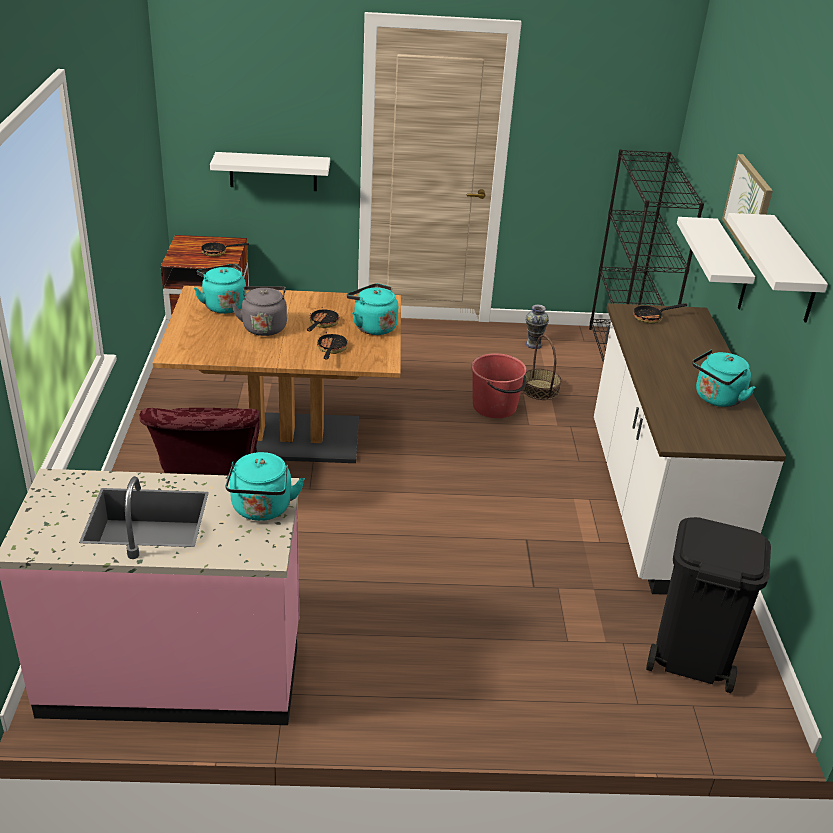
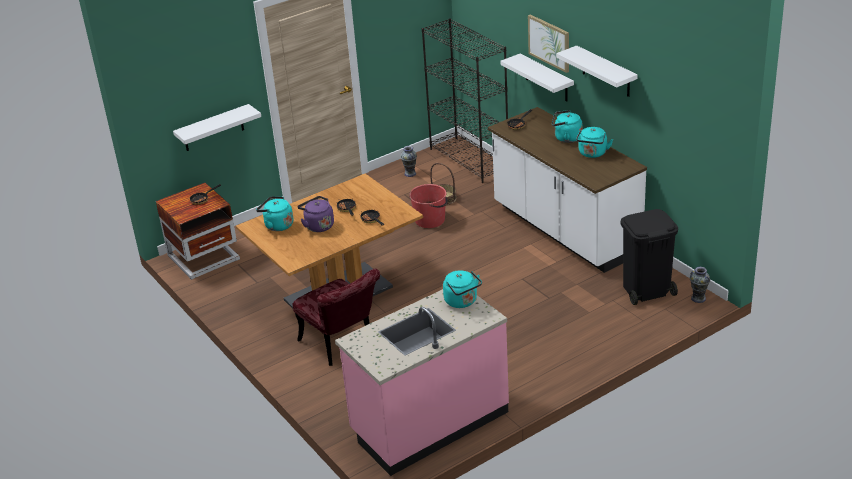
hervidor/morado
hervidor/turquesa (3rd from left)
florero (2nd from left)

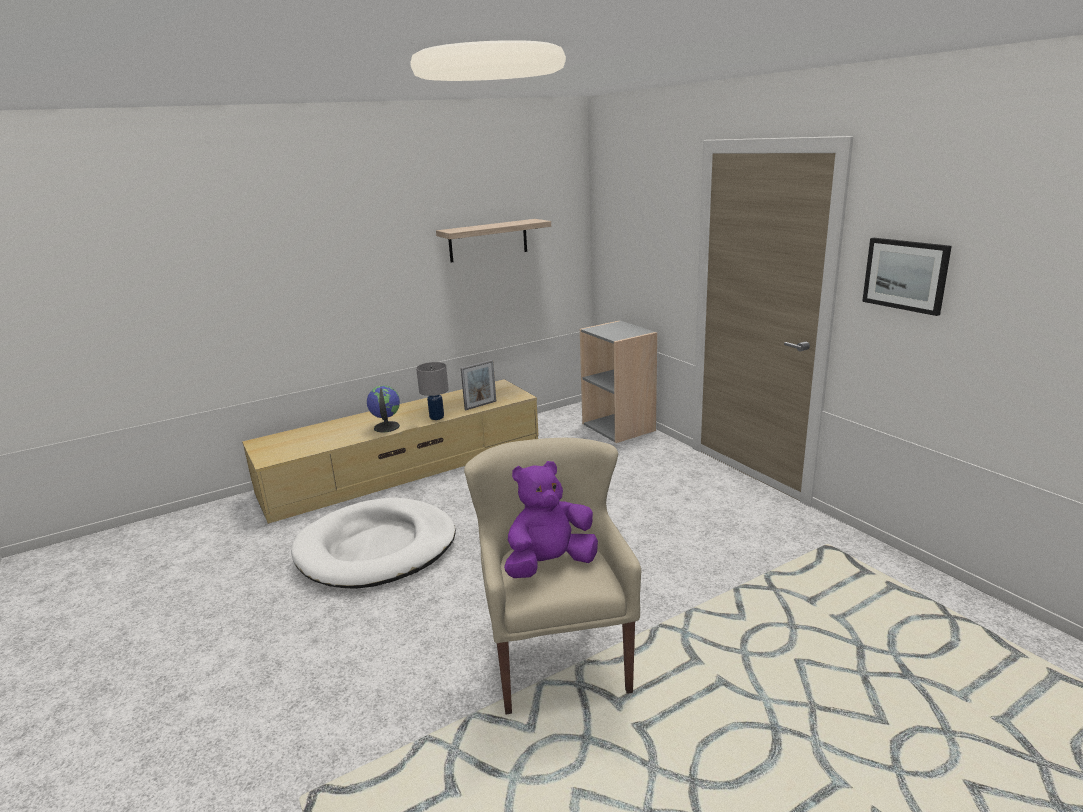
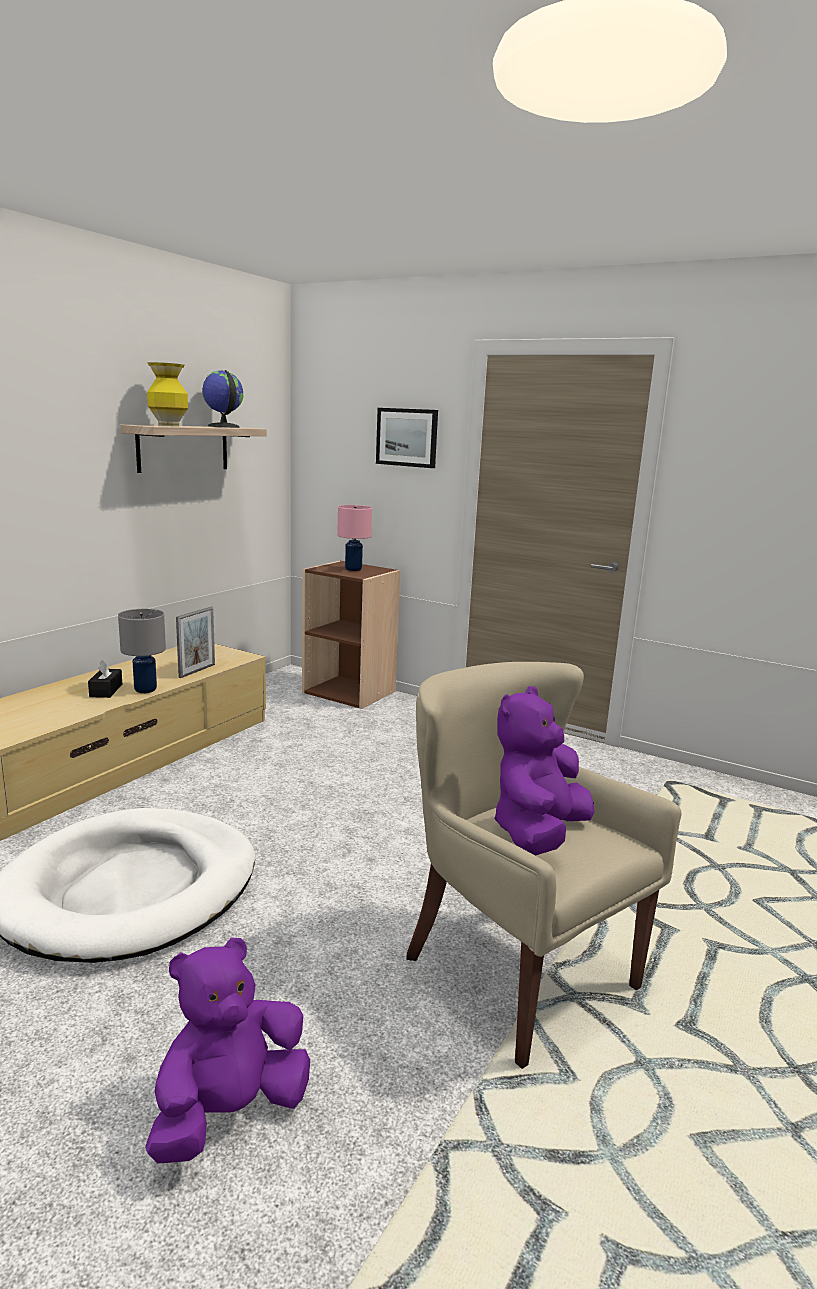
globo terráqueo
estantería/marrón
cuadro
caja de pañuelos/negro
peluche/morado (1st from left)
florero
lámpara de mesa/rosa

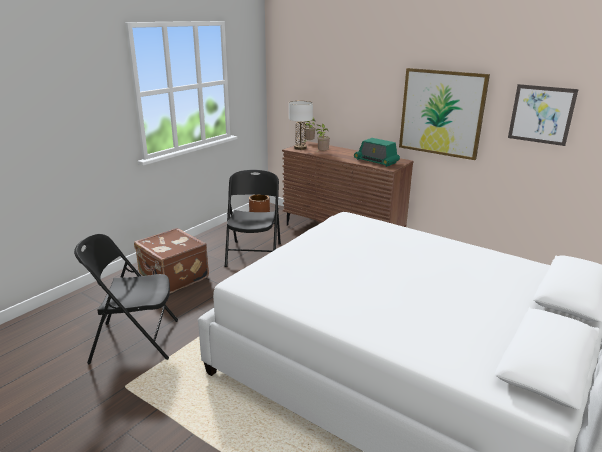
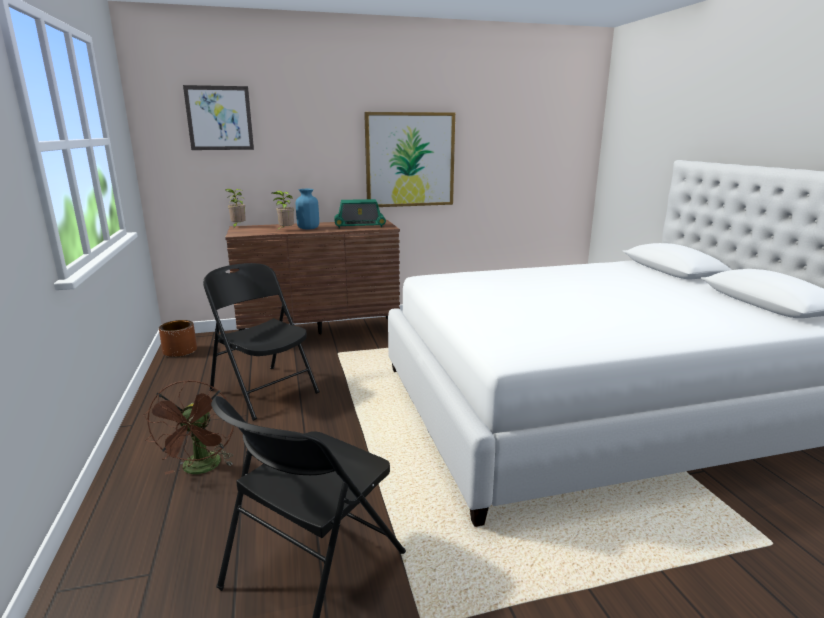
ventilador/marrón
lámpara de mesa
cuadro (1st from left)
florero/azul

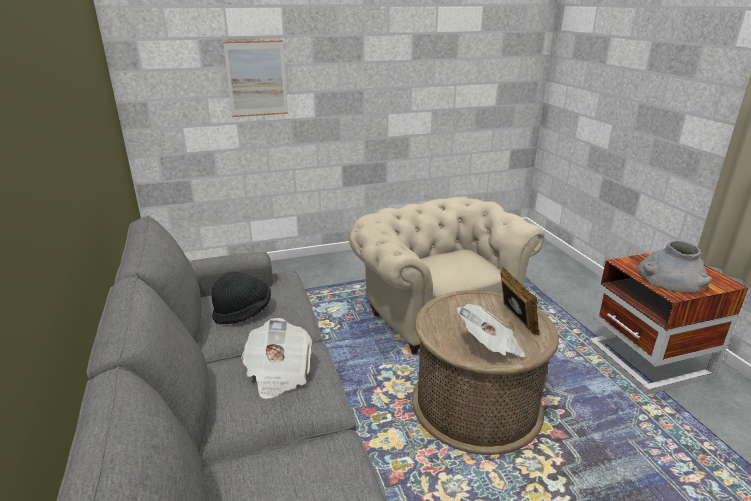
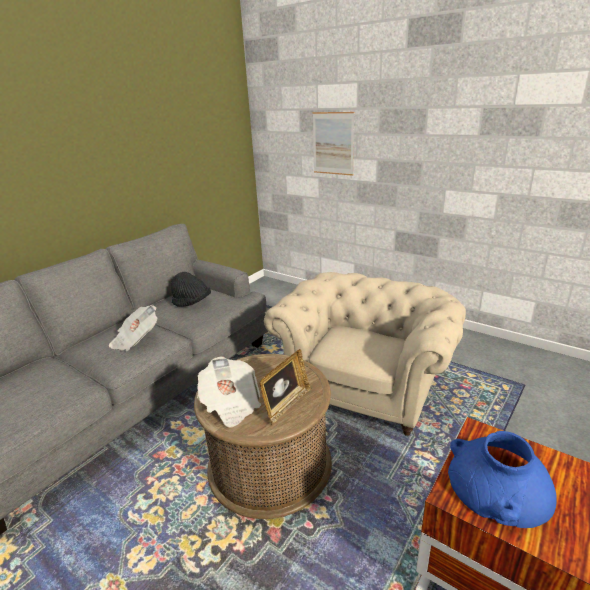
florero/azul

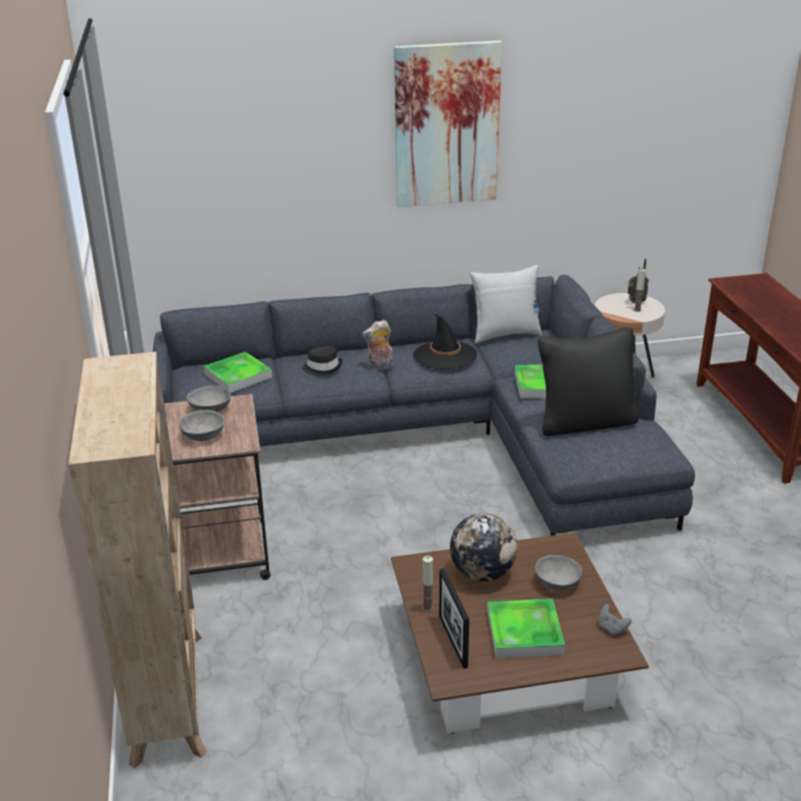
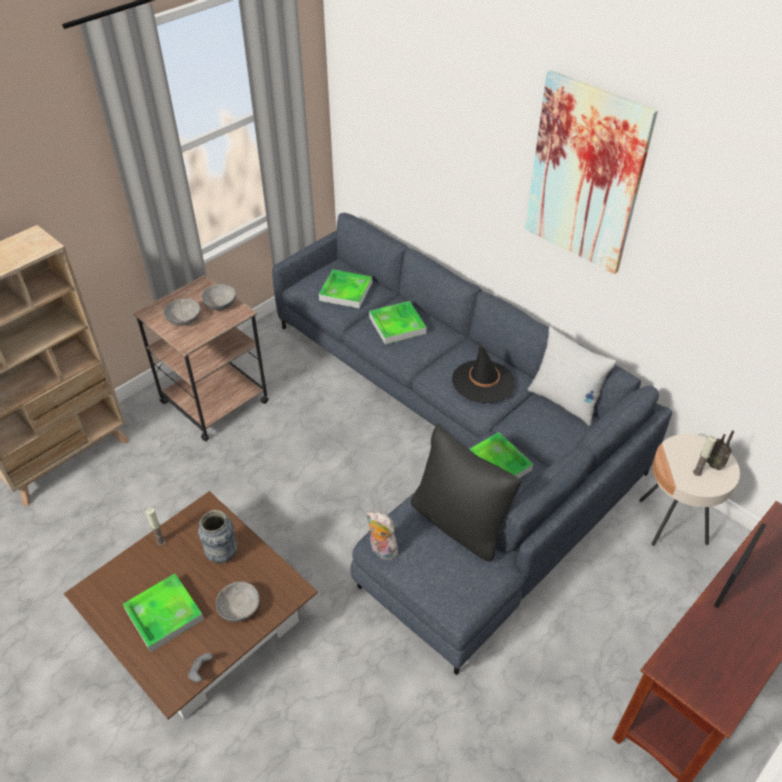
bandeja (3rd from left)
peluche
portarretratos
florero

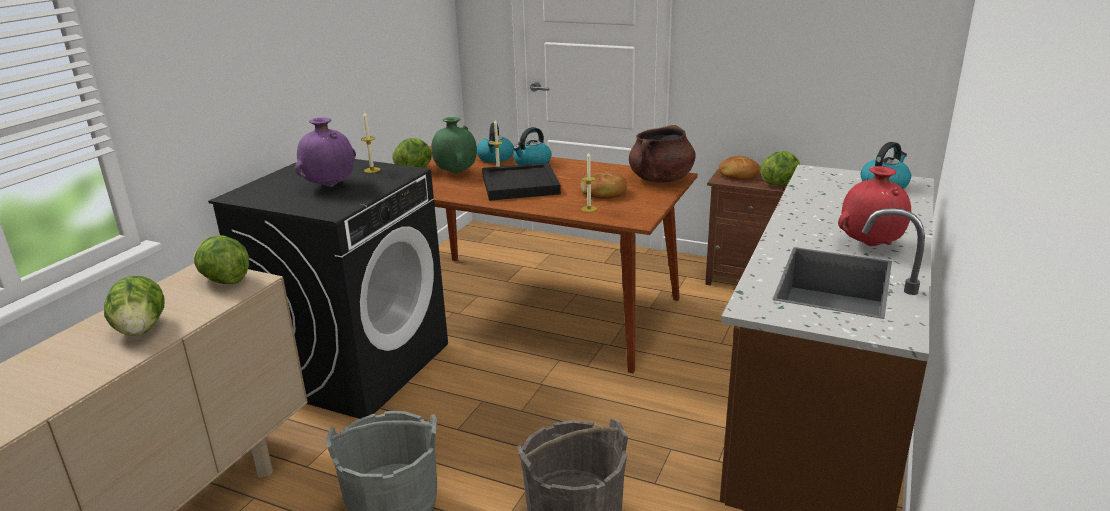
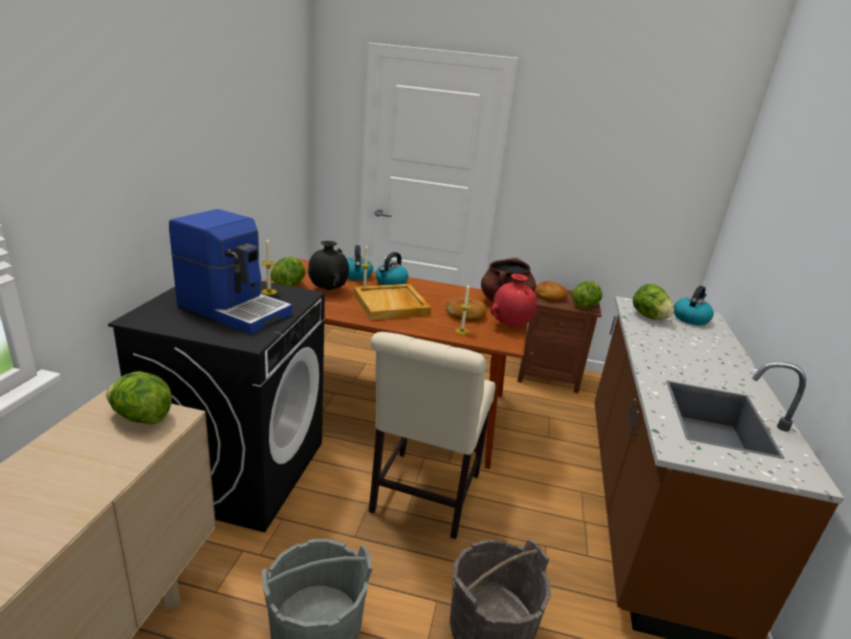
lechuga (4th from left)
cafetera
florero/negro
bandeja/beis
florero/rojo
silla/beis

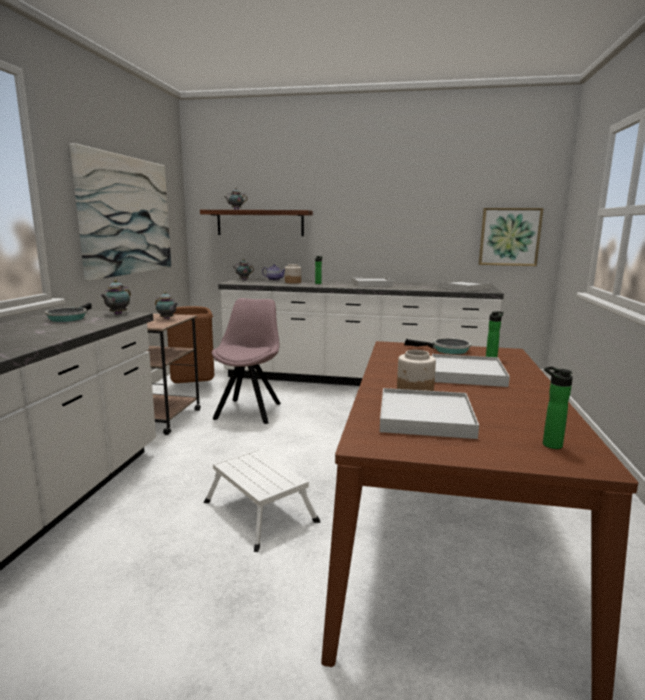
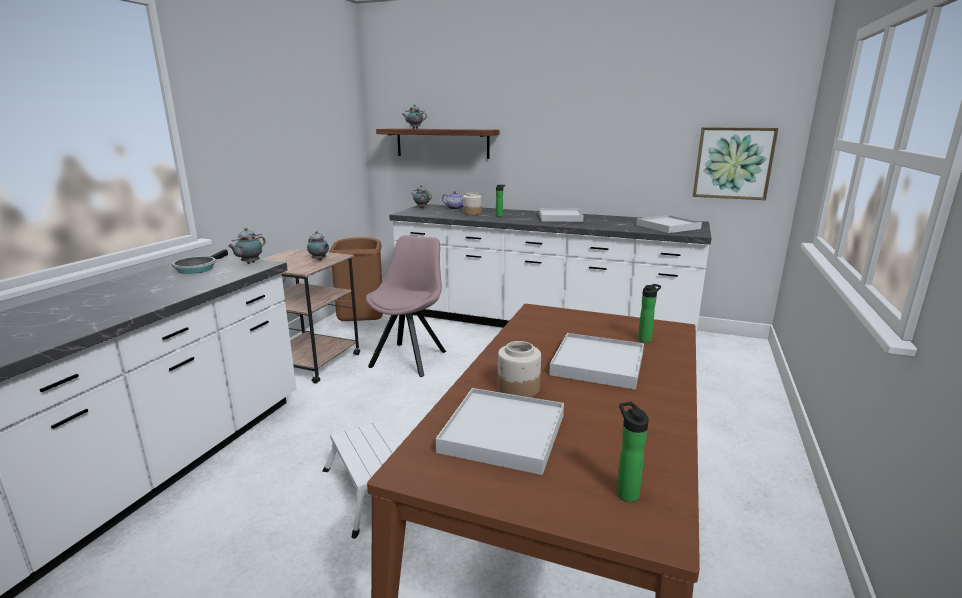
cuadro (1st from left in the first image)
sartén (2nd from left in the first image)

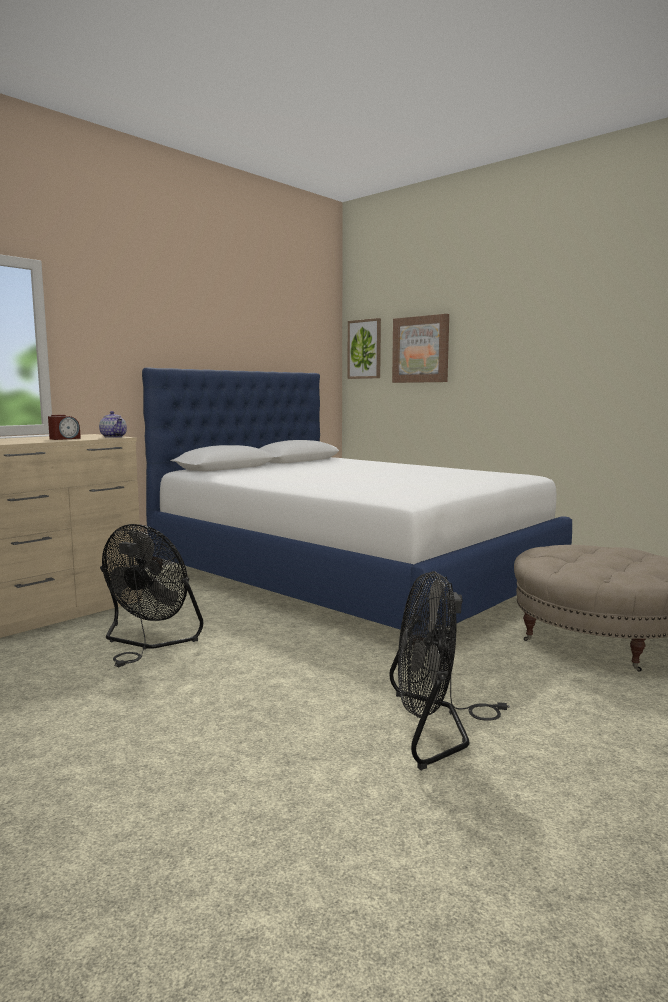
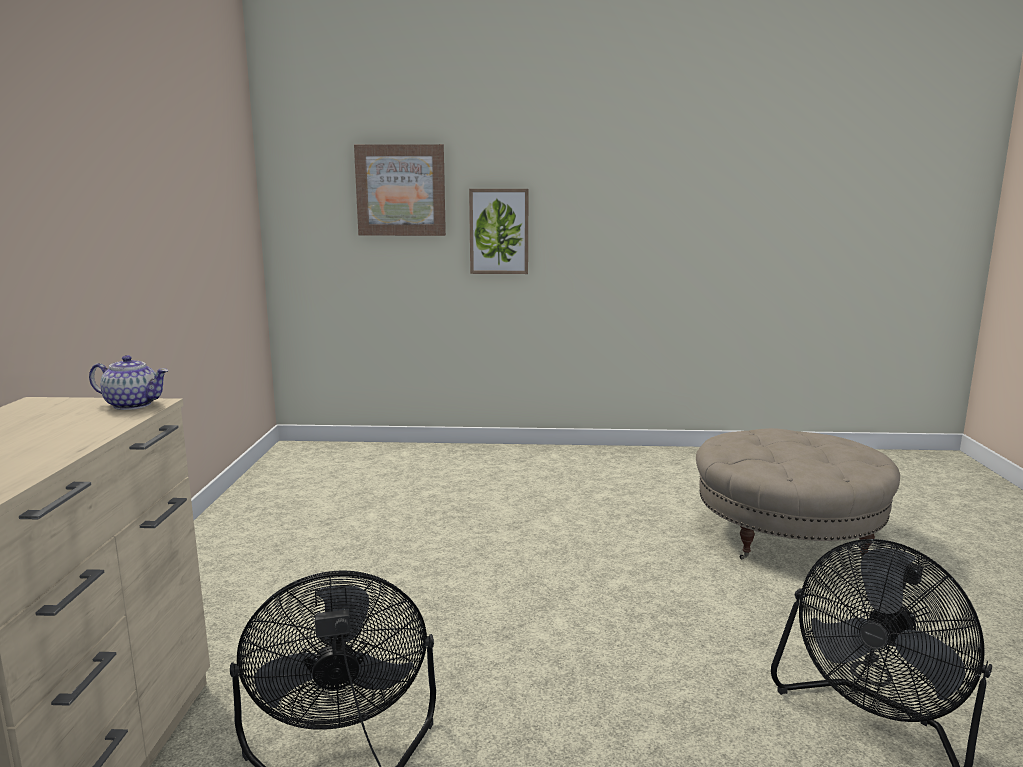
despertador
cama/blanco
cuadro (2nd from left)

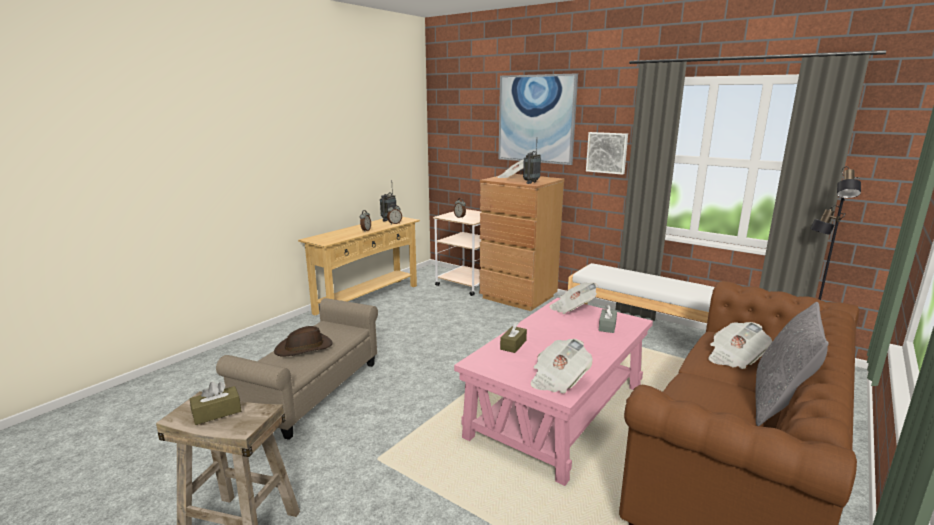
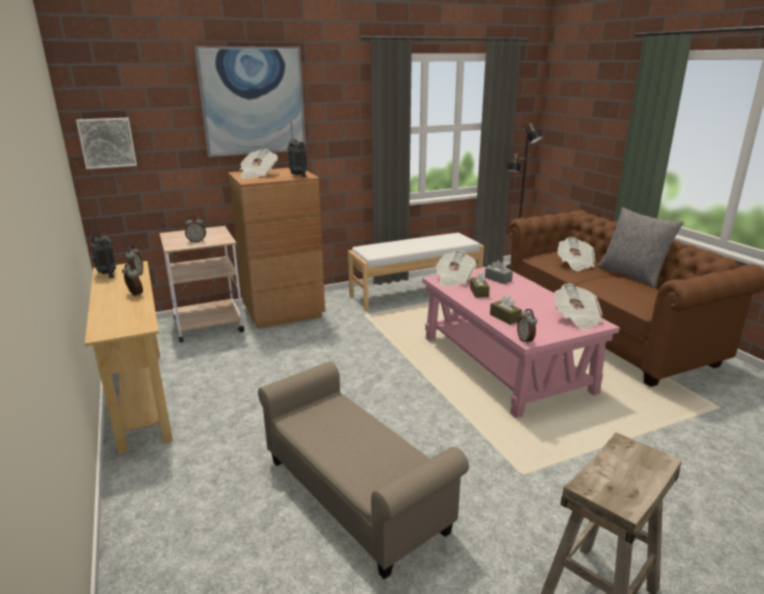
caja de pañuelos/marrón (1st from left)
sombrero/marrón
cuadro (1st from left)
despertador (4th from left)

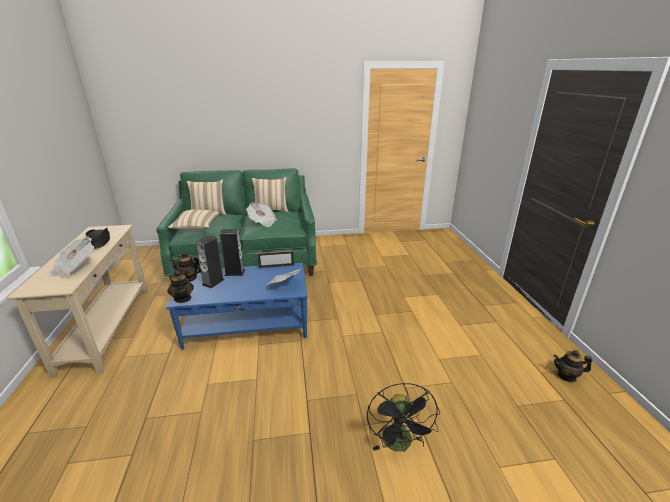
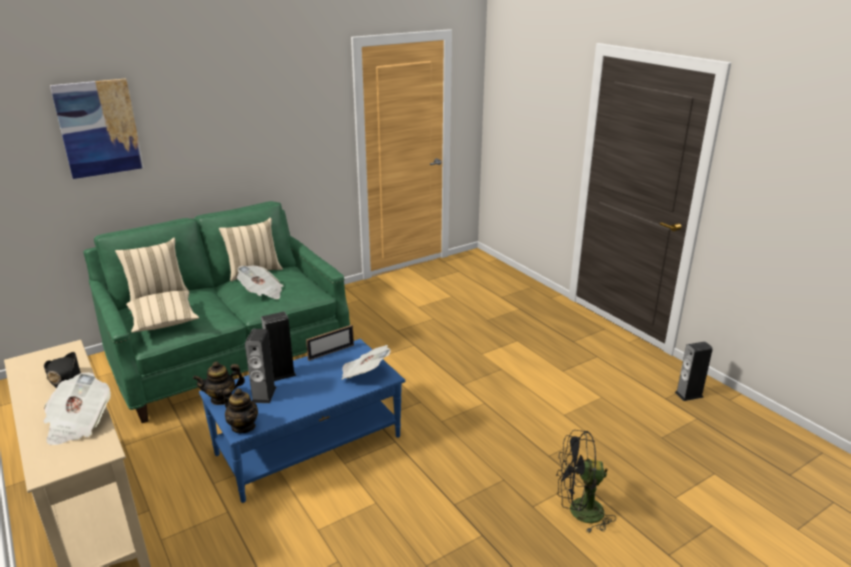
ventilador/negro
altavoz (3rd from left)
cuadro

